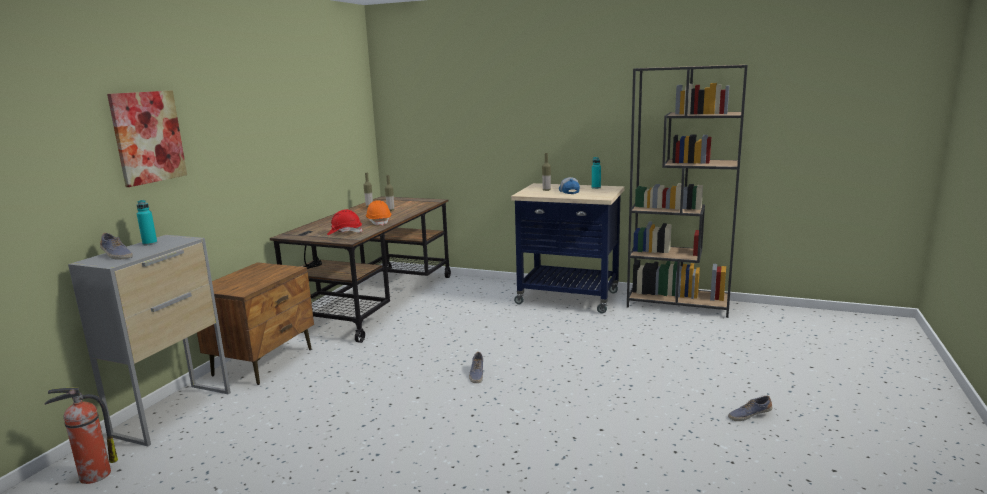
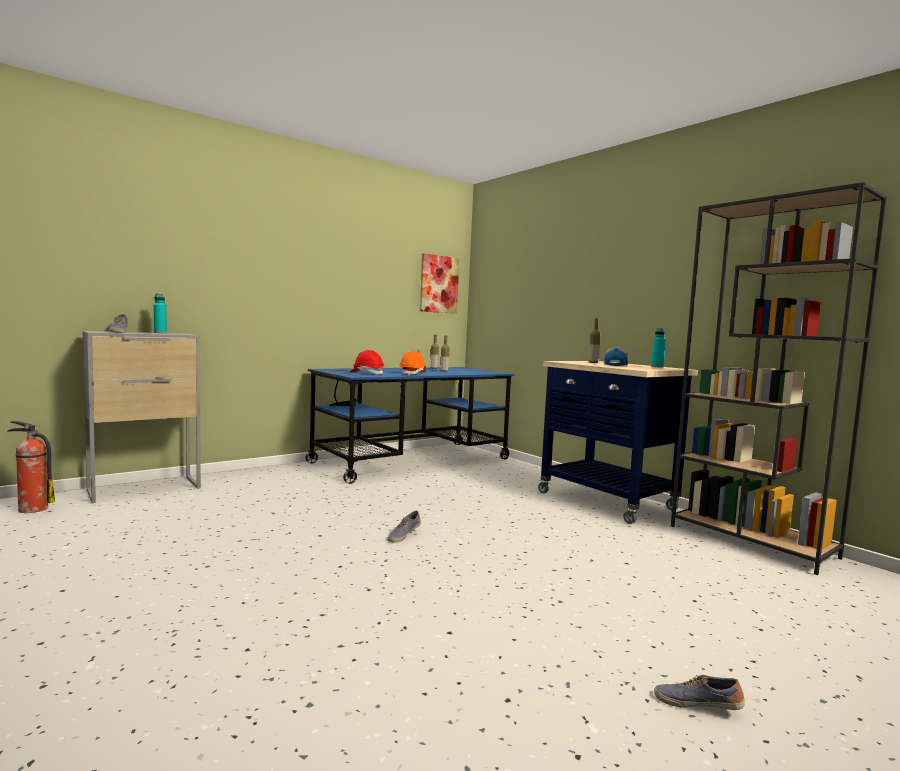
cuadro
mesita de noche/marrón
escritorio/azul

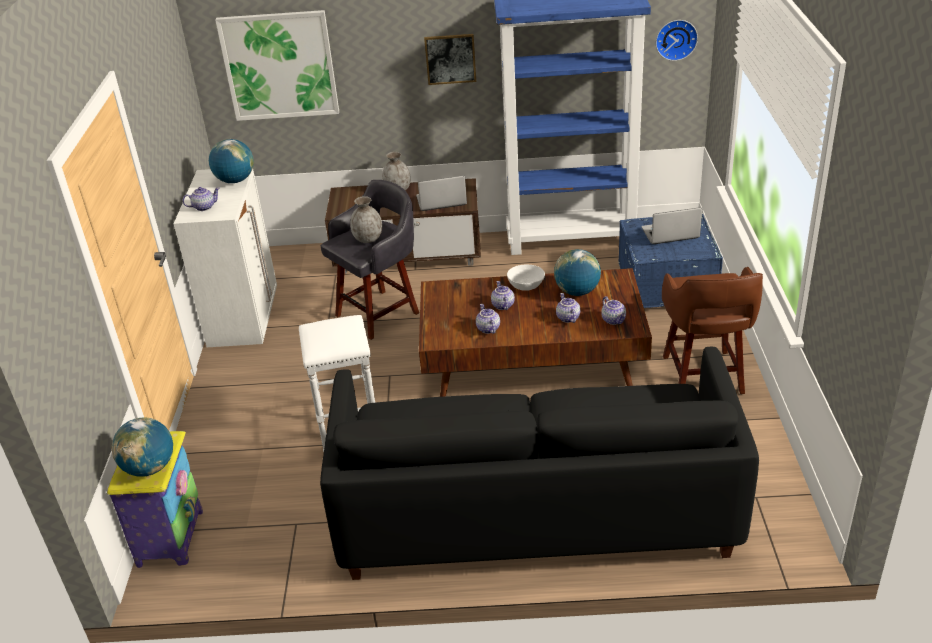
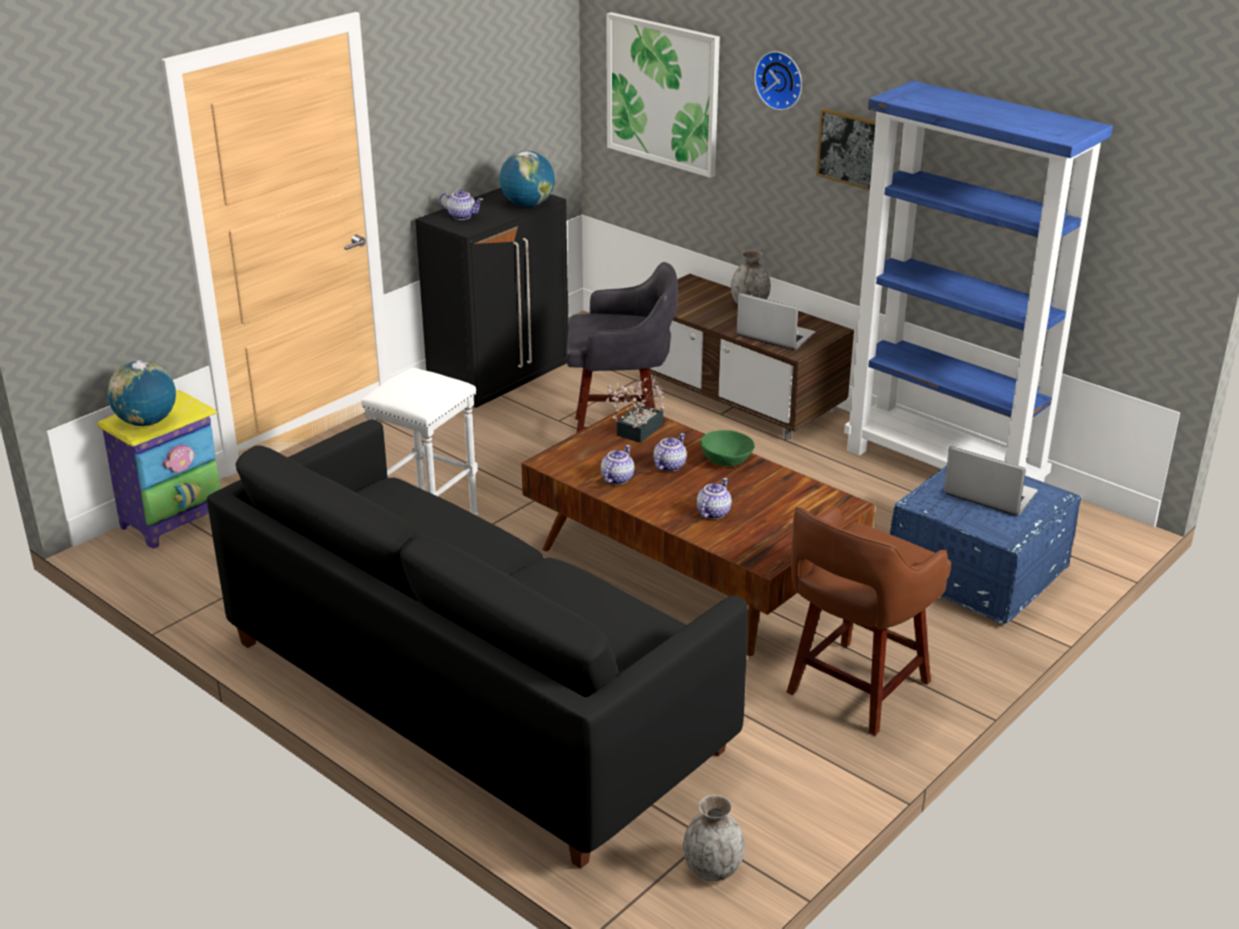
armario/negro
florero/gris (1st from left)
cuenco/verde
globo terráqueo (3rd from left in the first image)
tetera (5th from left in the first image)
reloj de pared
planta en maceta

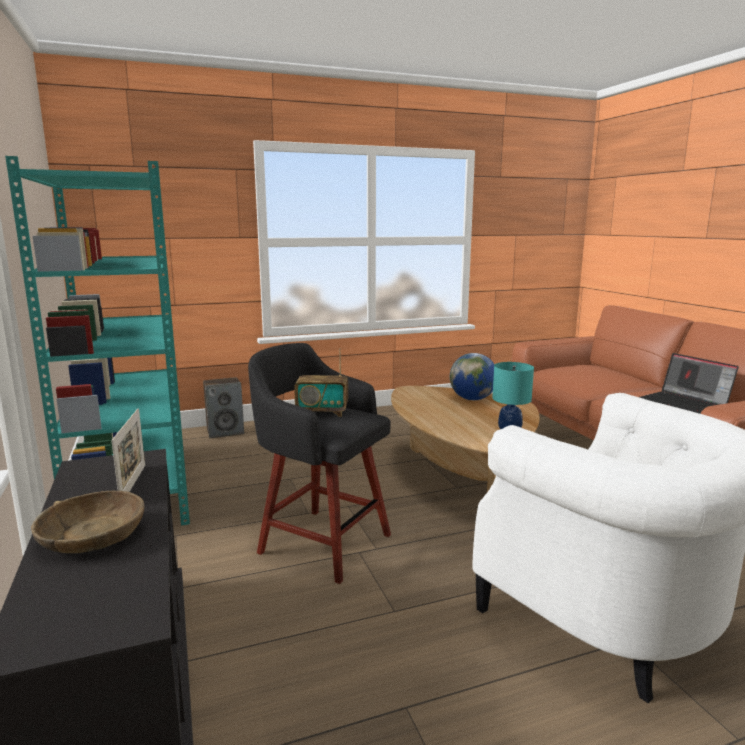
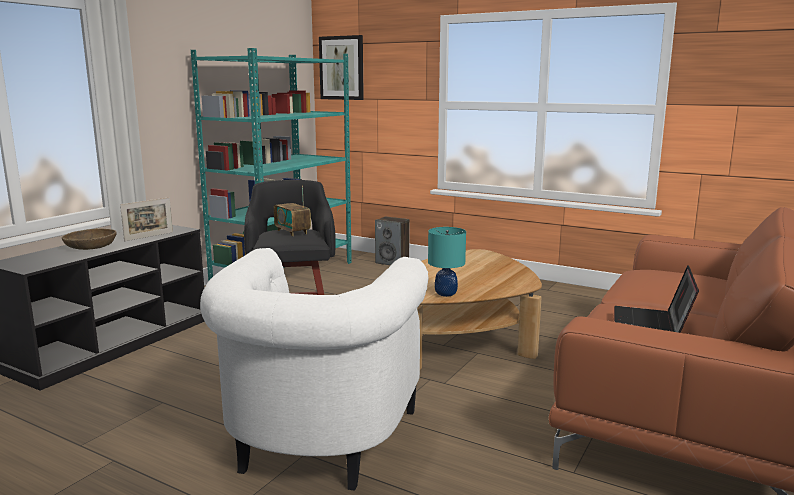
globo terráqueo
cuadro

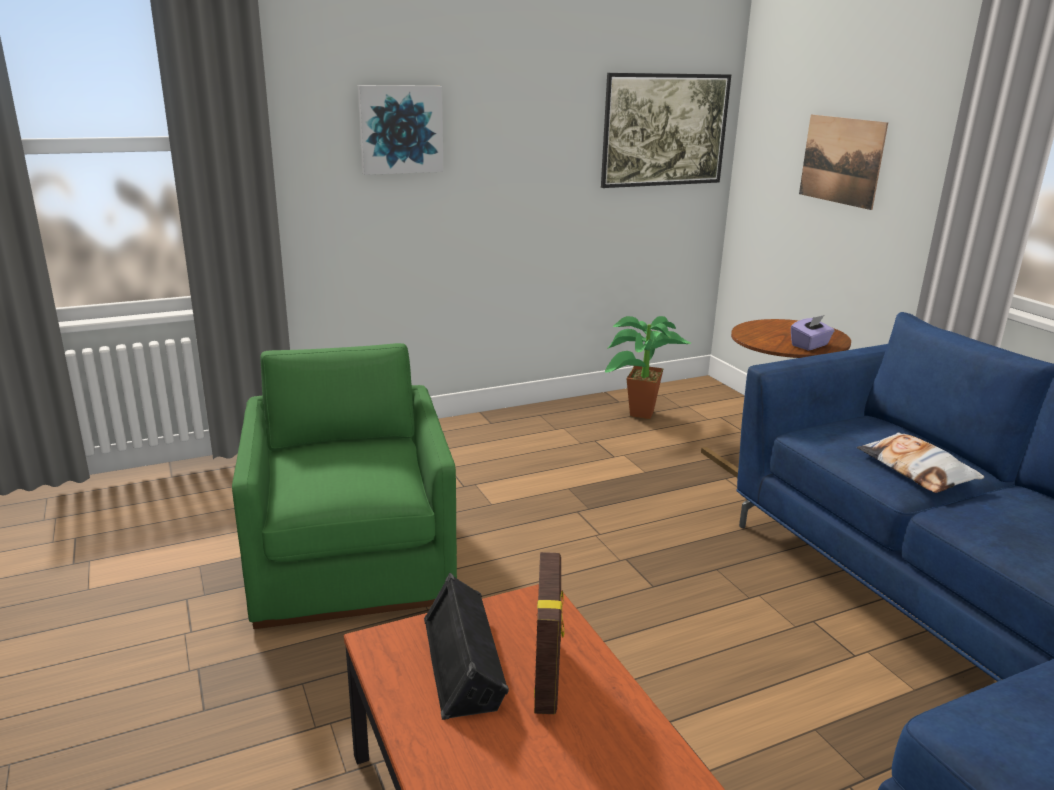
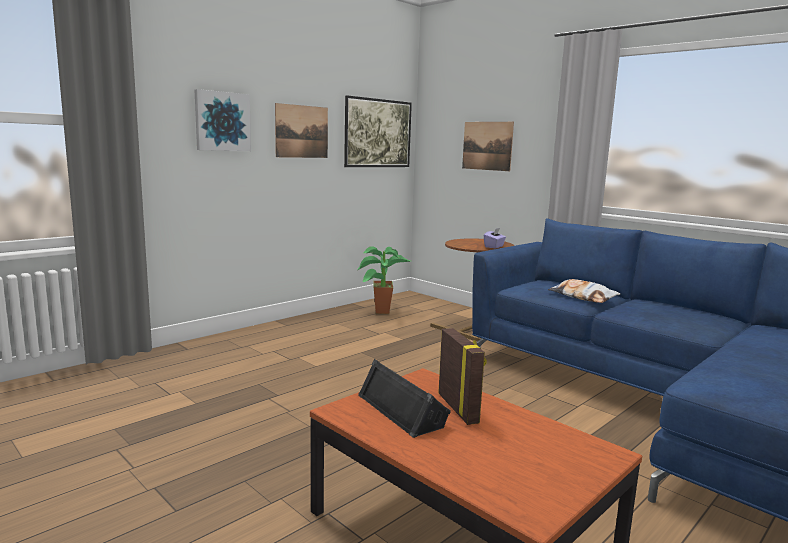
sillón/verde
cuadro (2nd from left)

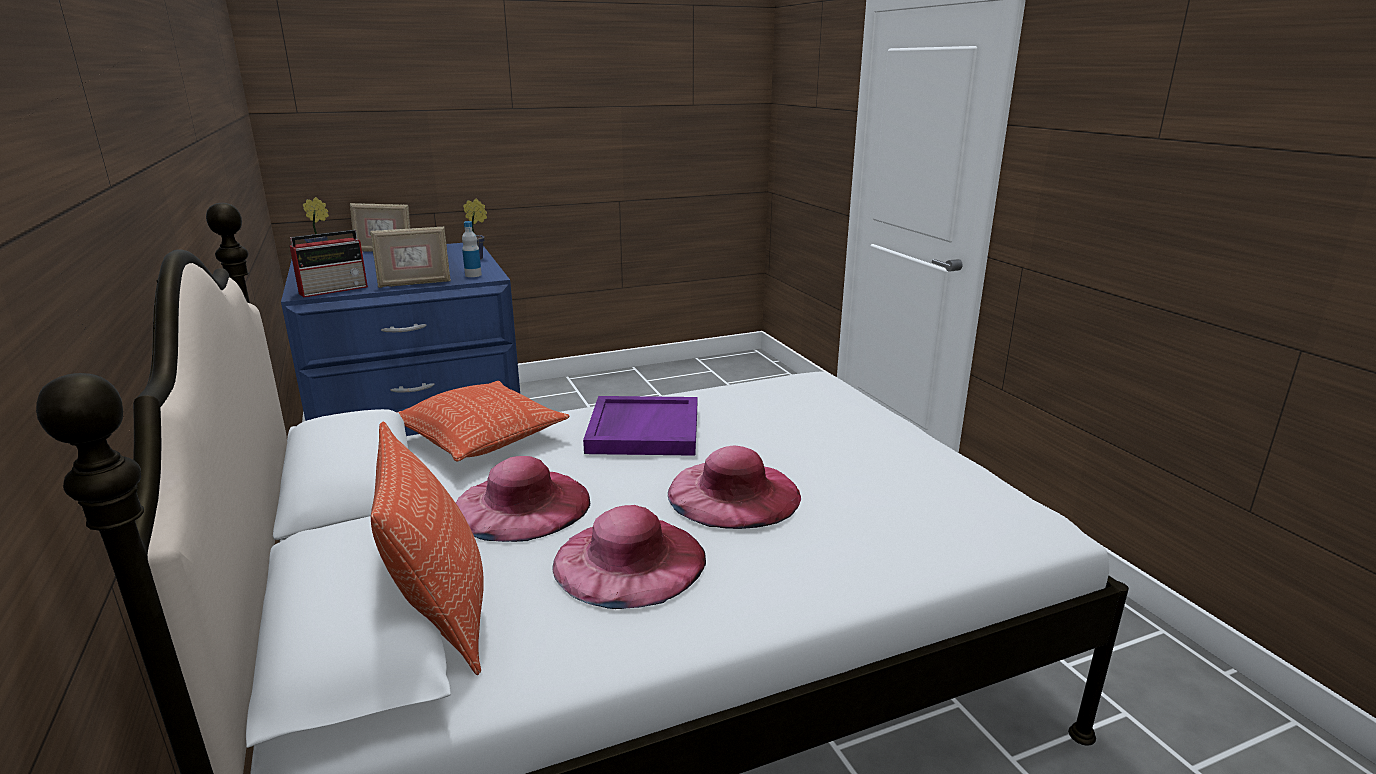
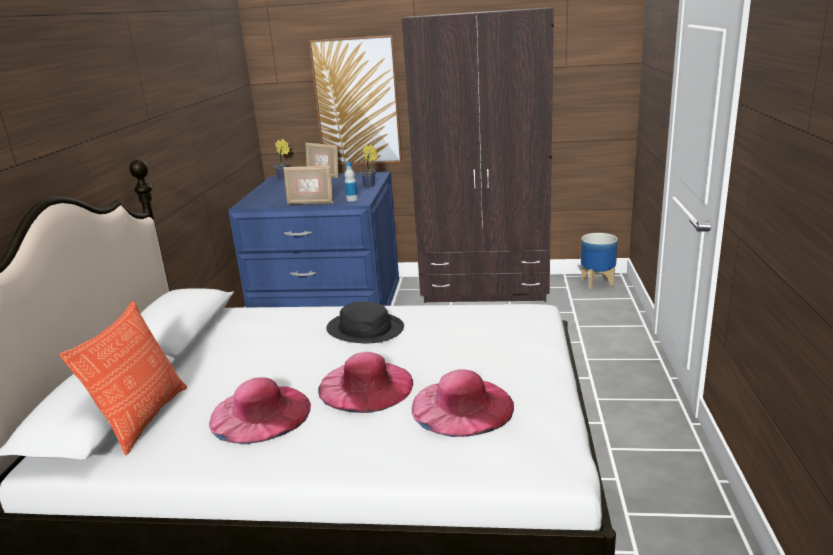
radio
cojín/naranja (2nd from left in the first image)
sombrero/rosa (3rd from left)
sombrero/negro
cuadro
armario ropero/marrón
maceta

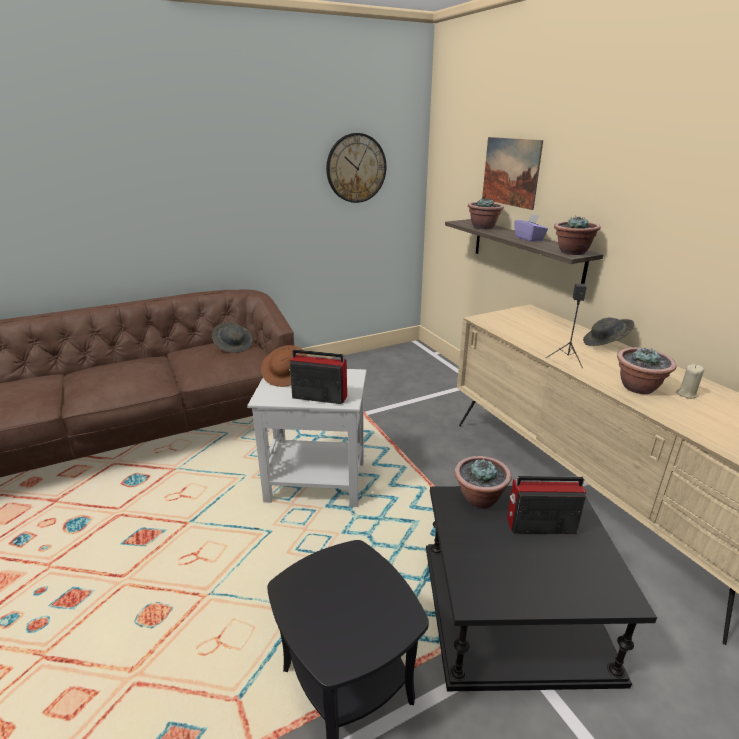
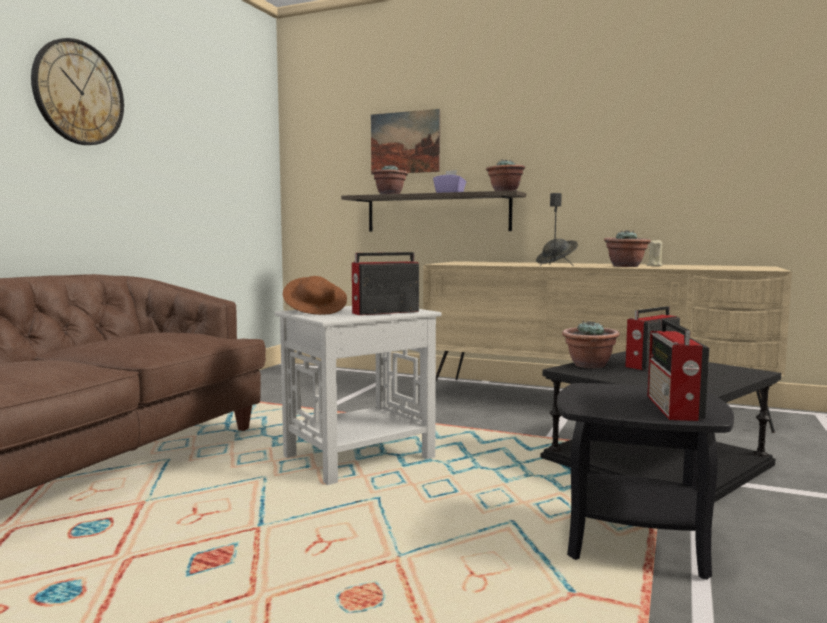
sombrero/gris (1st from left in the first image)
reloj de pared
radio (3rd from left)

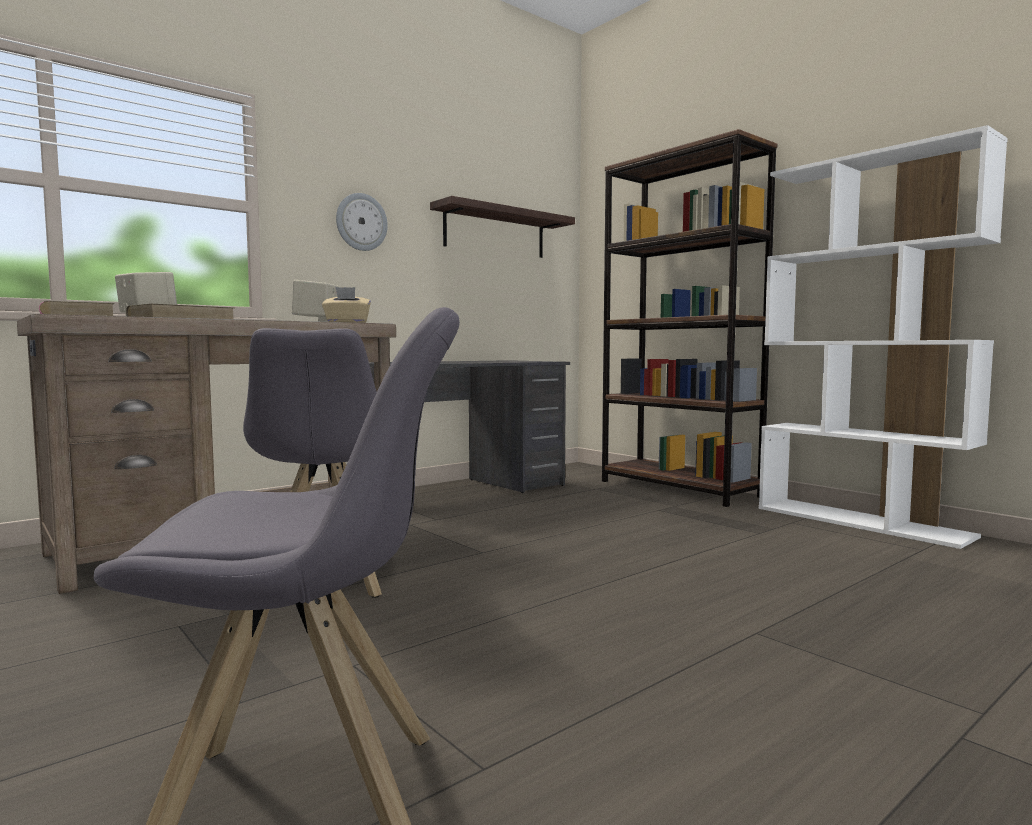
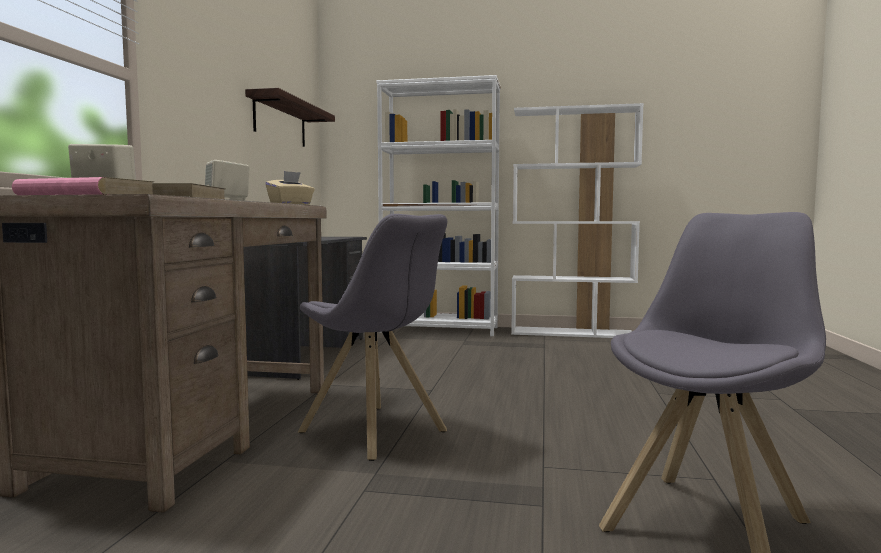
reloj de pared
estantería/blanco (1st from left)

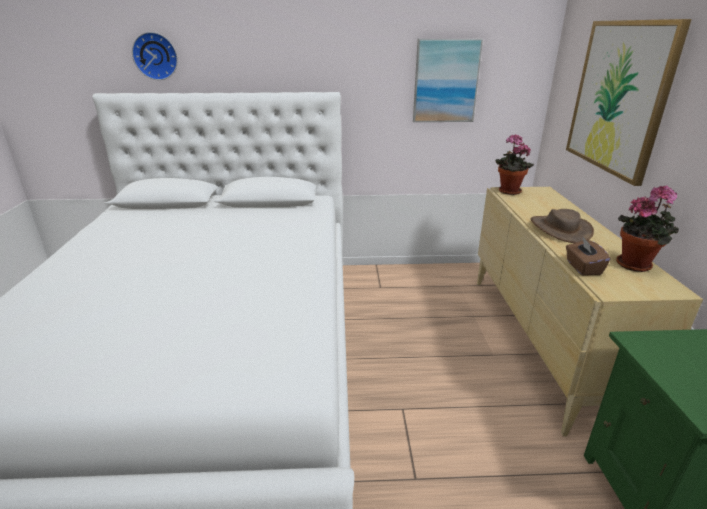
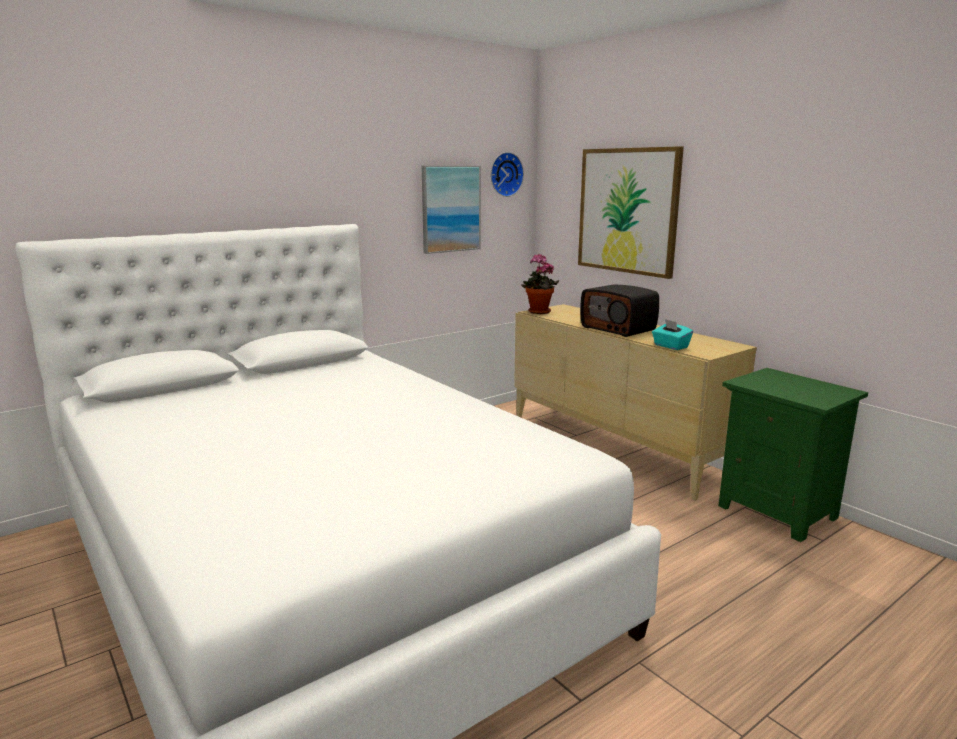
reloj de pared
radio
caja de pañuelos/turquesa
planta en maceta (2nd from left in the first image)

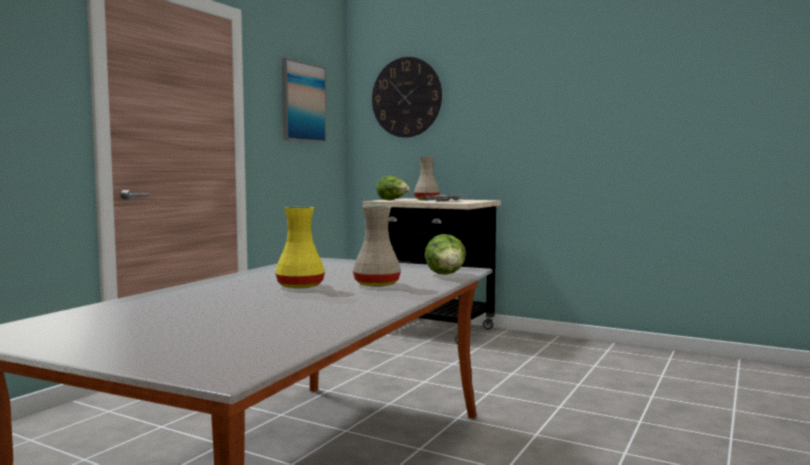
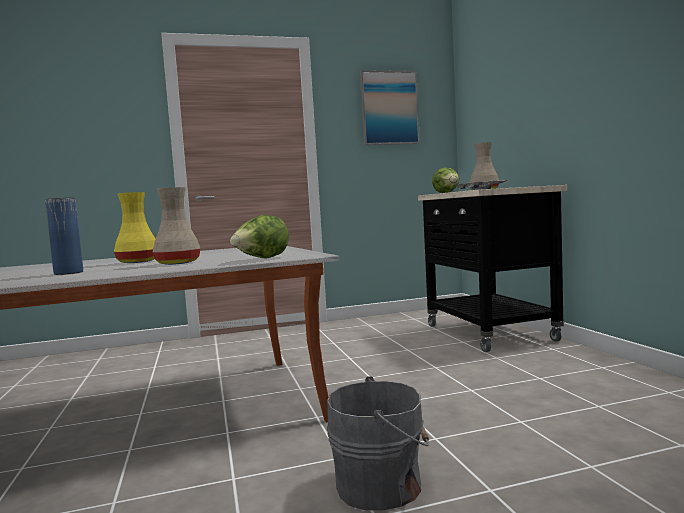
reloj de pared
florero/azul
cubo/gris

